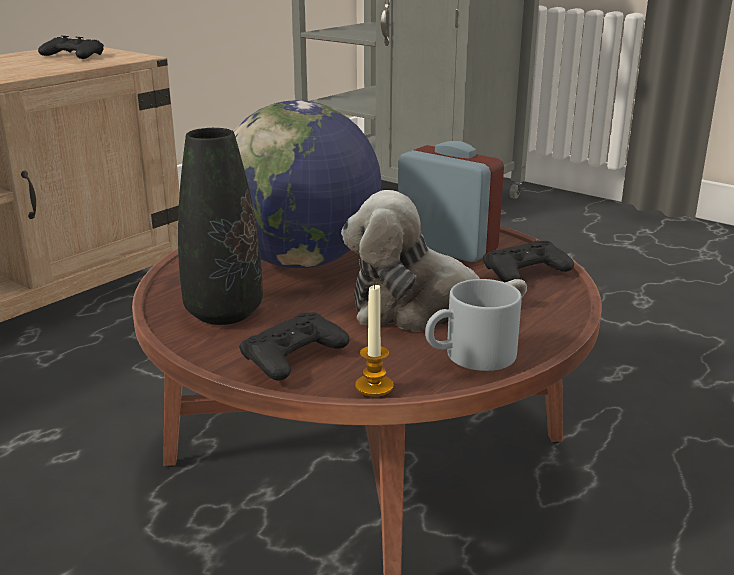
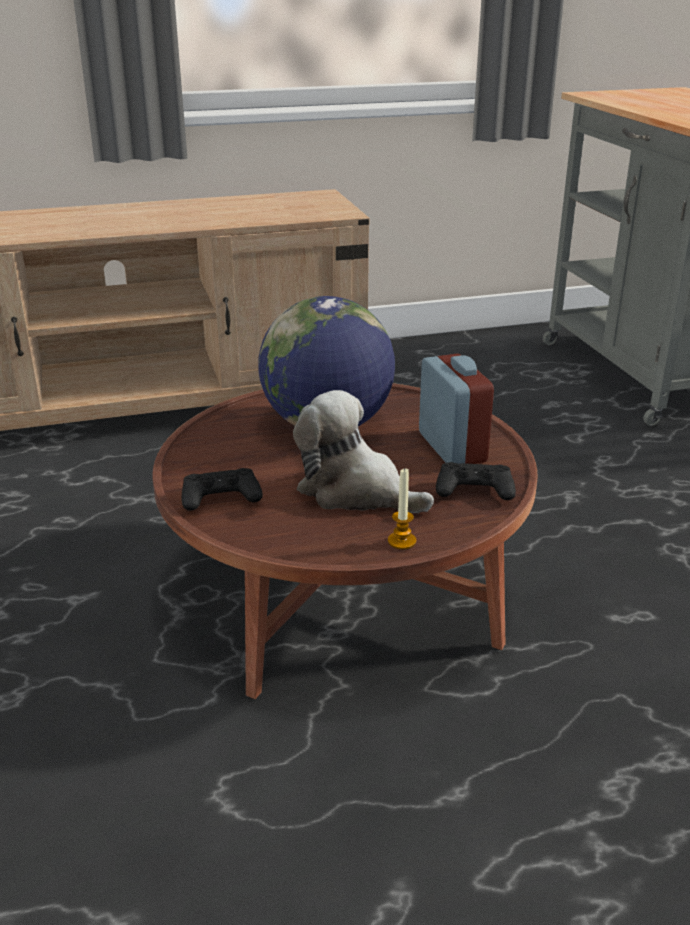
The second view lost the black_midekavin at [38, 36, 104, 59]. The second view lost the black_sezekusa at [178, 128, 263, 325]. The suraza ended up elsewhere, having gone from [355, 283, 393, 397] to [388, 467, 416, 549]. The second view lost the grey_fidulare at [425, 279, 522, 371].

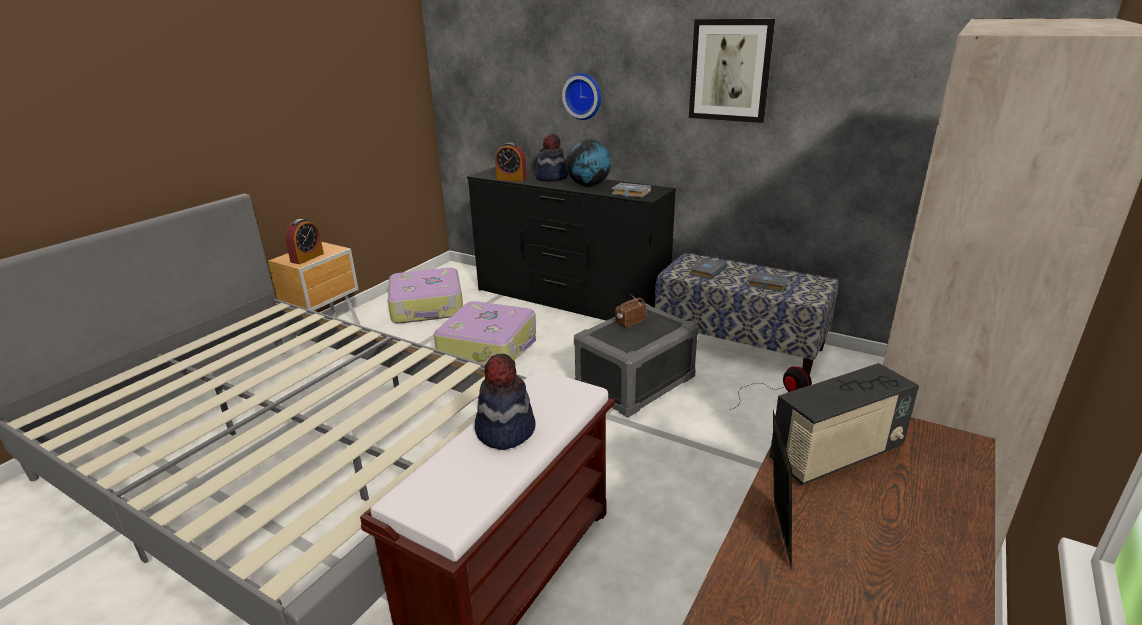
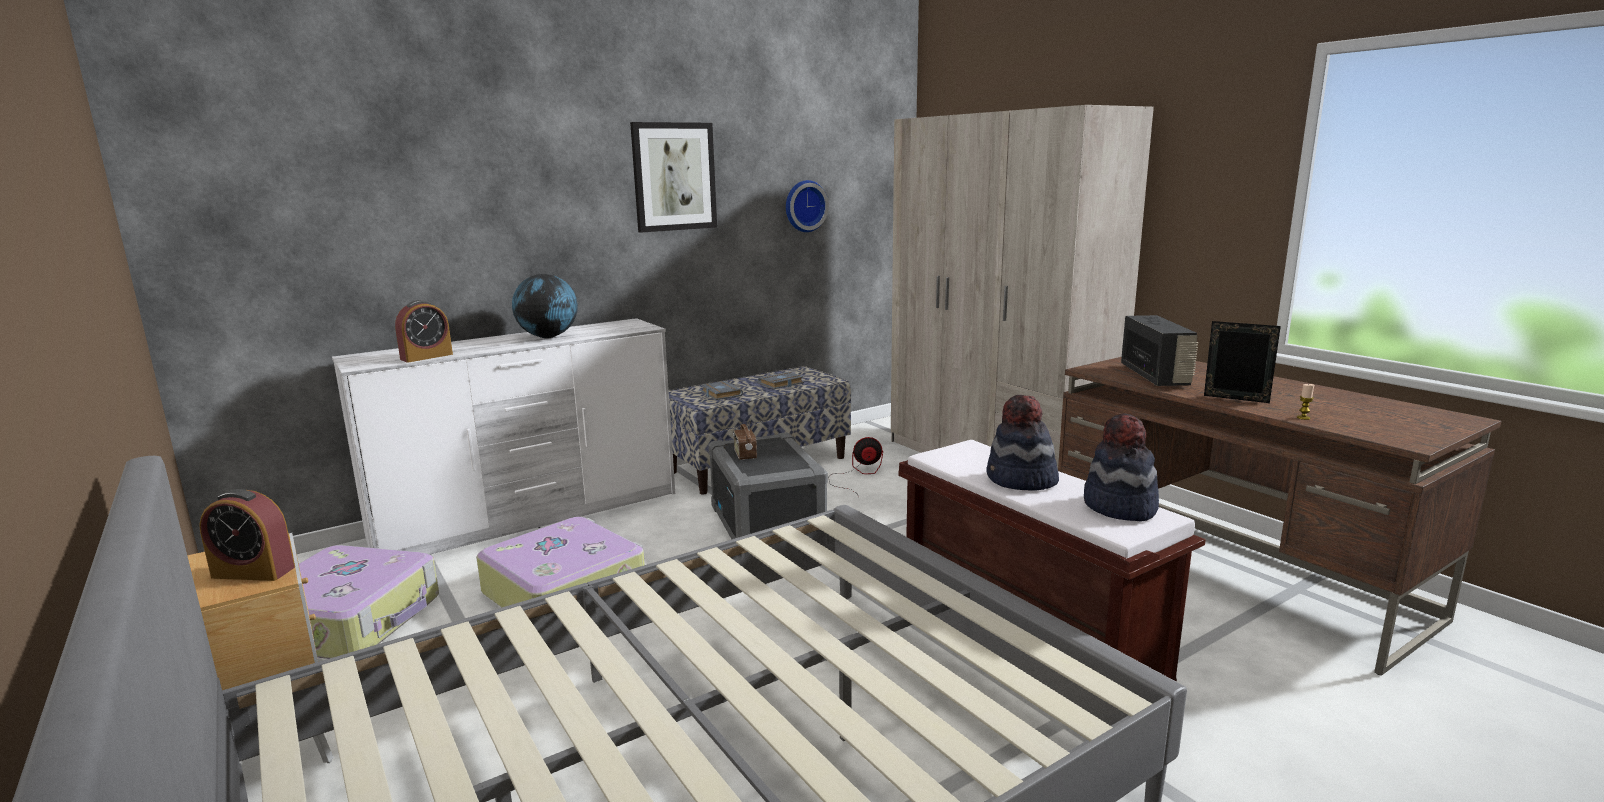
The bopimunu at [285, 219, 324, 264] ended up facing another way, 135 degrees clockwise from before. What was the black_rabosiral at [467, 167, 676, 321] turned into the white_rabosiral at [332, 318, 675, 555]. The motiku ended up elsewhere, having gone from [535, 134, 568, 181] to [1084, 413, 1159, 521]. The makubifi ended up elsewhere, having gone from [562, 73, 601, 120] to [786, 180, 829, 232]. The second view lost the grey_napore at [611, 183, 651, 197]. The second view gained the suraza at [1297, 384, 1314, 420].

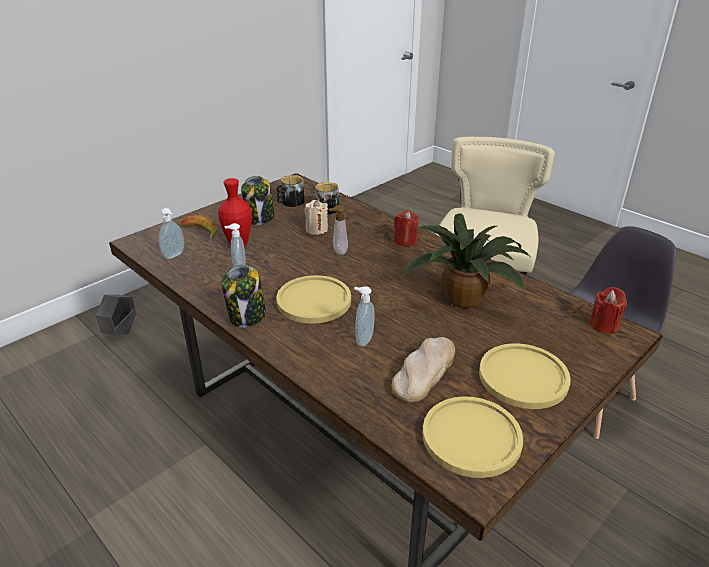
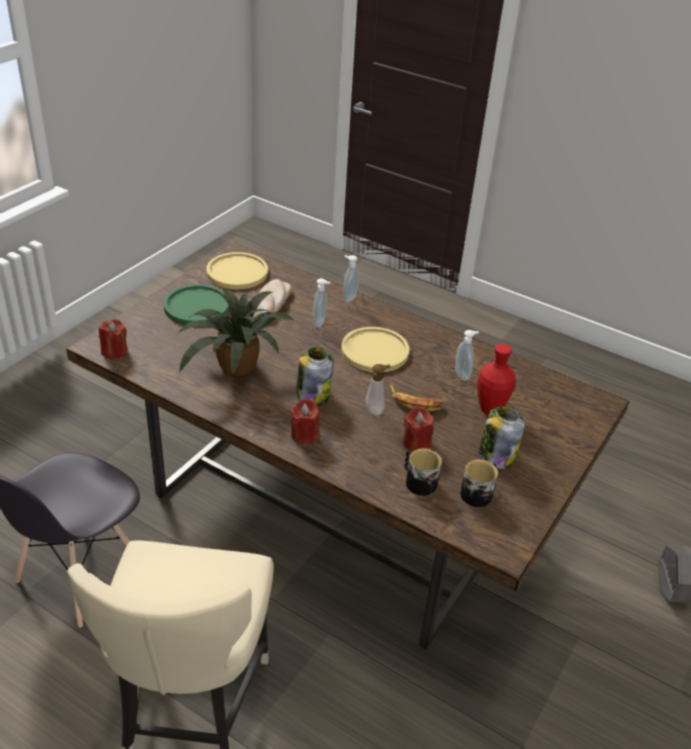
The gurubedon ended up elsewhere, having gone from [159, 208, 184, 259] to [343, 255, 359, 303]. The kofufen ended up elsewhere, having gone from [178, 215, 217, 239] to [390, 384, 444, 411]. The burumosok ended up elsewhere, having gone from [221, 265, 266, 328] to [296, 347, 334, 406]. What was the beige_suraza at [305, 200, 328, 235] turned into the red_suraza at [403, 406, 434, 451]. What was the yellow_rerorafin at [479, 343, 571, 409] turned into the green_rerorafin at [164, 284, 229, 325].

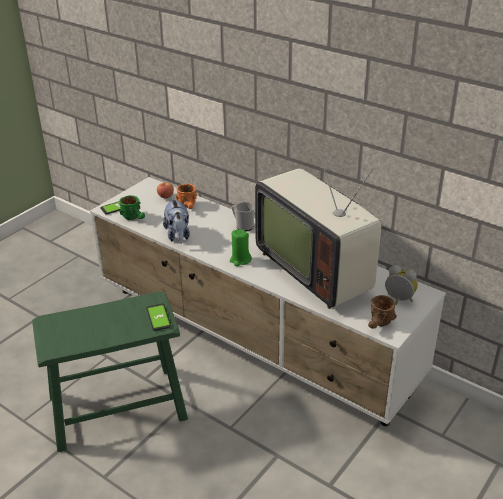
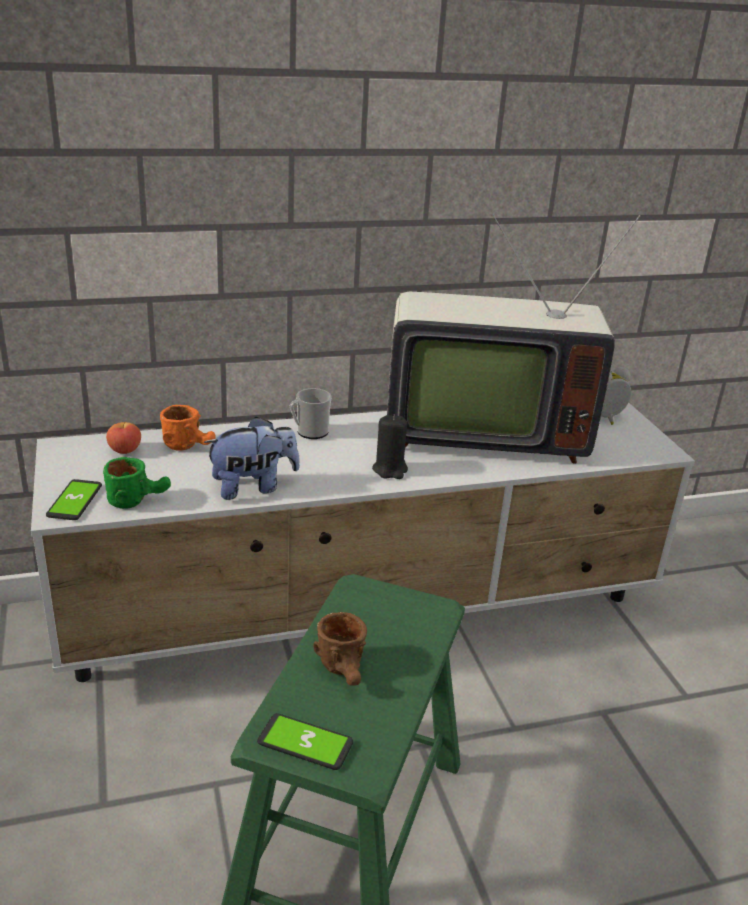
The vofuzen ended up elsewhere, having gone from [146, 304, 171, 331] to [257, 713, 353, 770]. The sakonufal at [163, 198, 190, 244] ended up facing another way, 45 degrees counterclockwise from before. What was the green_suraza at [230, 229, 252, 266] turned into the black_suraza at [372, 415, 408, 479]. The brown_fidulare ended up elsewhere, having gone from [368, 295, 397, 329] to [313, 612, 367, 686].

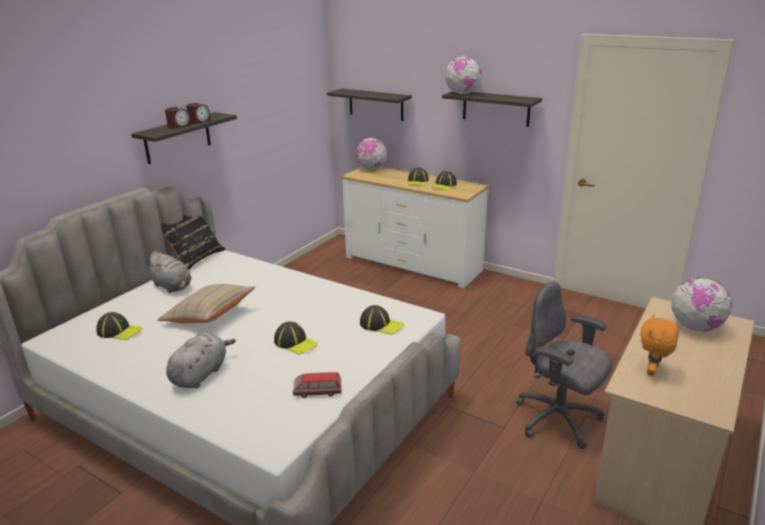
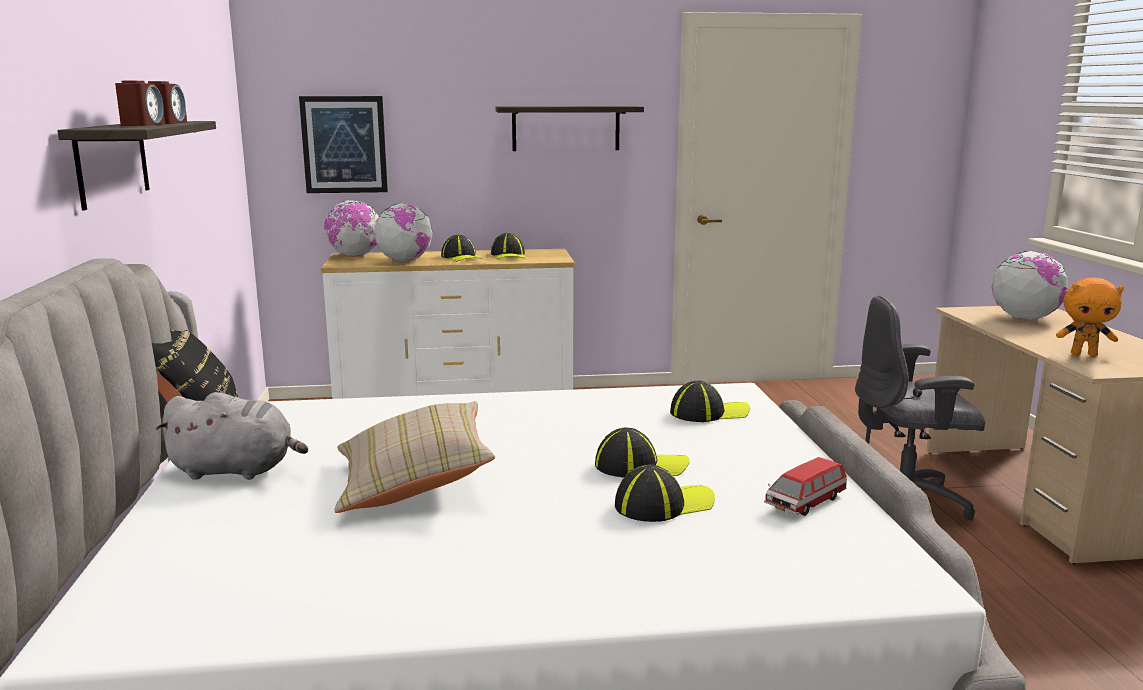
The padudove ended up elsewhere, having gone from [96, 312, 142, 340] to [615, 465, 715, 522]. The second view lost the grey_sakonufal at [166, 333, 236, 388]. Where the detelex hung at [327, 89, 412, 121], the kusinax came to hang at [299, 96, 388, 193]. The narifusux ended up elsewhere, having gone from [445, 56, 482, 94] to [374, 203, 433, 262]. The orange_sakonufal at [640, 314, 679, 376] ended up facing another way, 60 degrees counterclockwise from before.

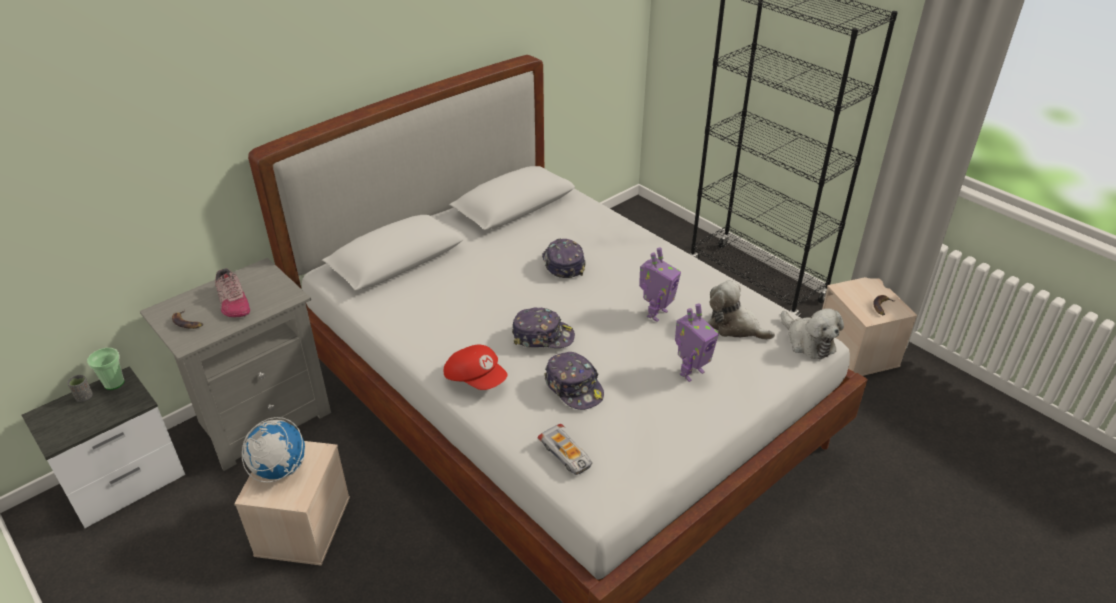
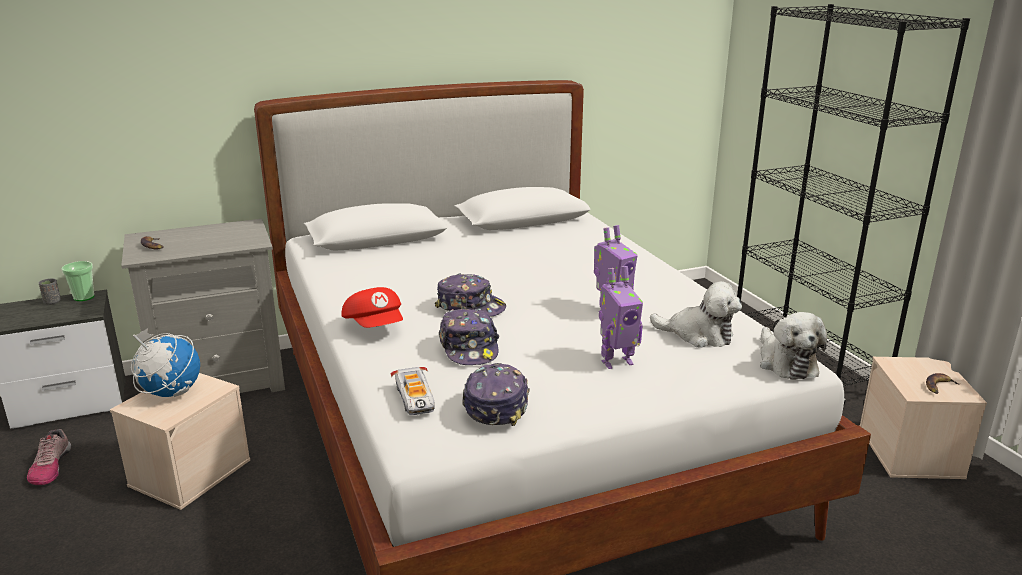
The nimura ended up elsewhere, having gone from [215, 268, 250, 318] to [27, 429, 71, 485]. The padudove ended up elsewhere, having gone from [542, 239, 586, 278] to [462, 363, 530, 426]. The sakonufal at [707, 280, 775, 340] ended up facing another way, 150 degrees clockwise from before.

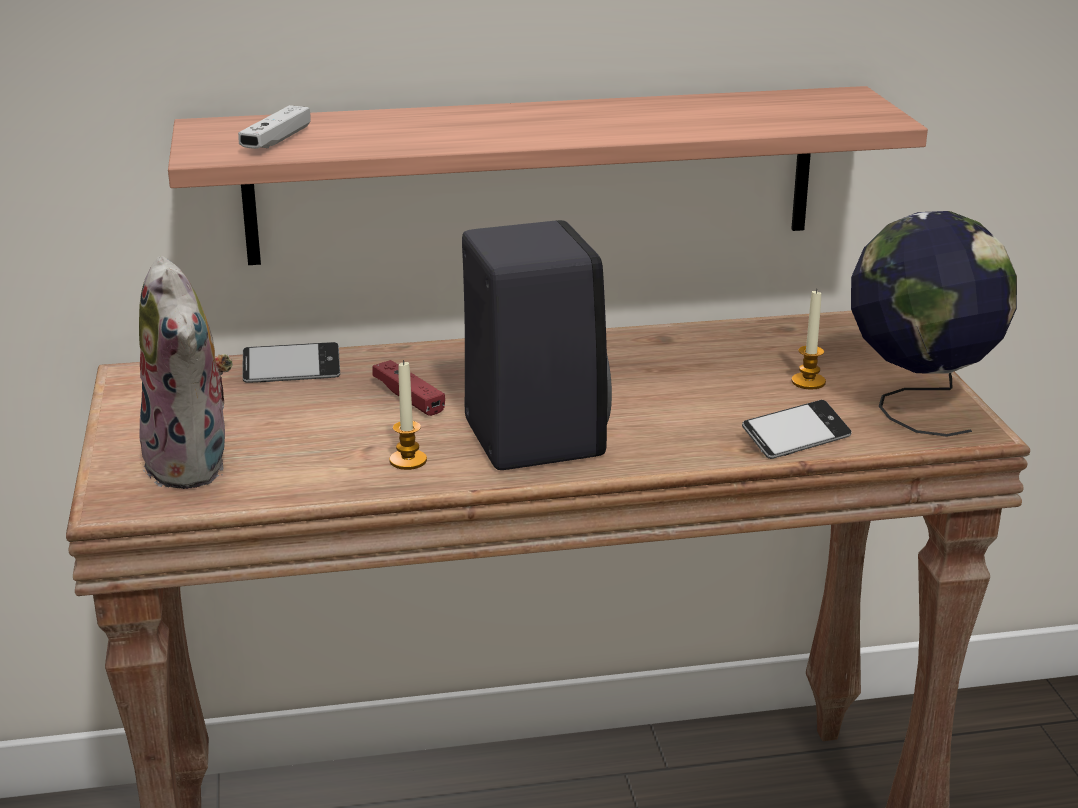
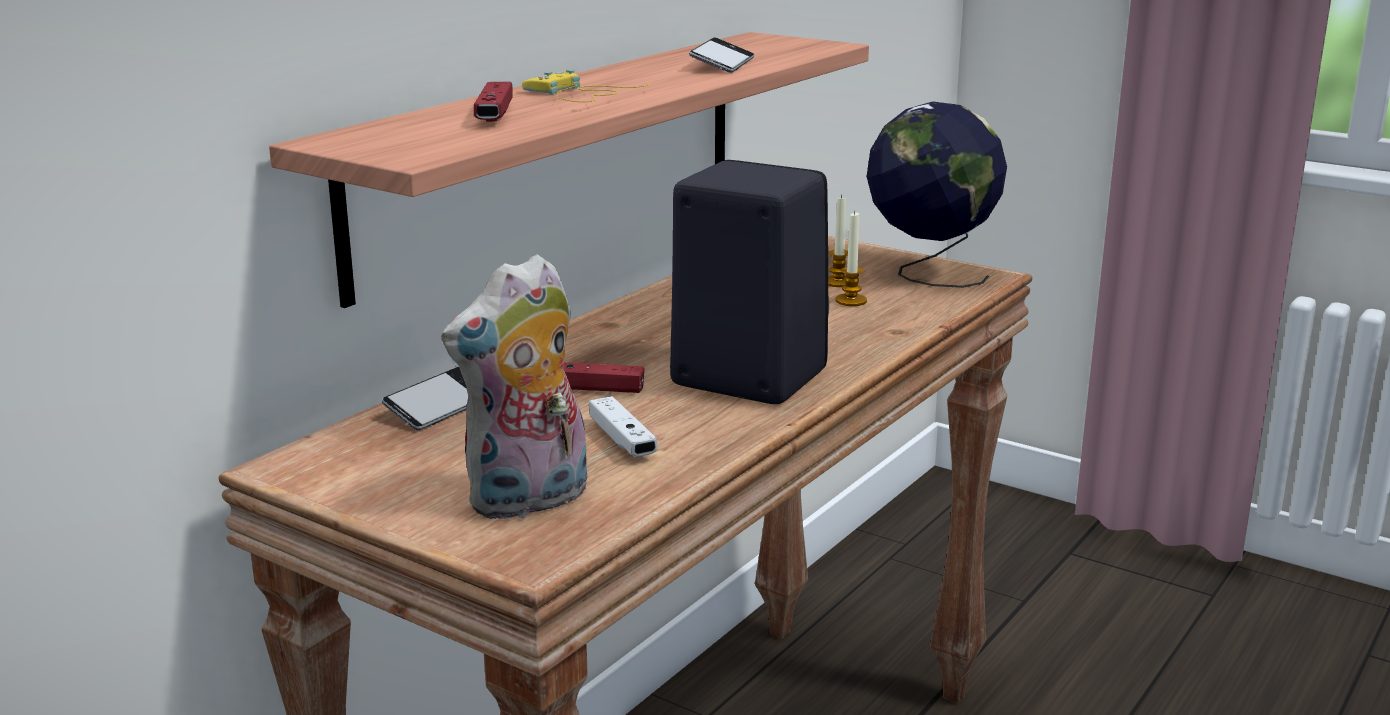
The sakonufal at [139, 256, 233, 489] ended up facing another way, 120 degrees clockwise from before. The white_midekavin ended up elsewhere, having gone from [238, 105, 310, 149] to [589, 396, 658, 457]. The suraza ended up elsewhere, having gone from [390, 360, 427, 470] to [835, 211, 867, 306]. The vofuzen ended up elsewhere, having gone from [742, 400, 851, 459] to [689, 37, 754, 73]. The second view gained the red_midekavin at [474, 82, 513, 121]. The second view gained the yellow_midekavin at [522, 69, 652, 102].

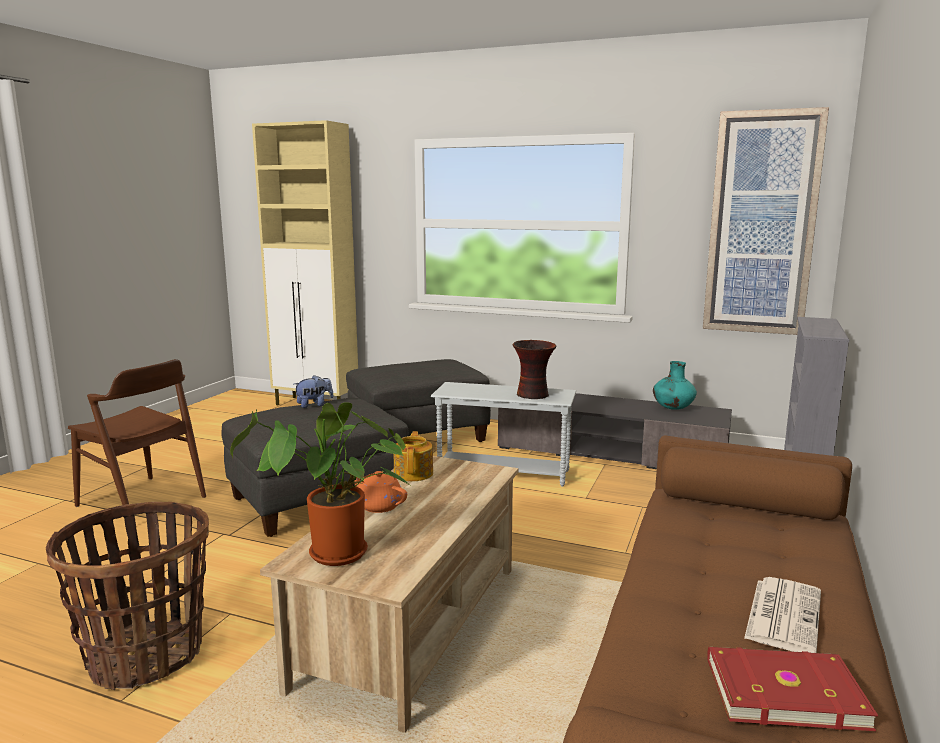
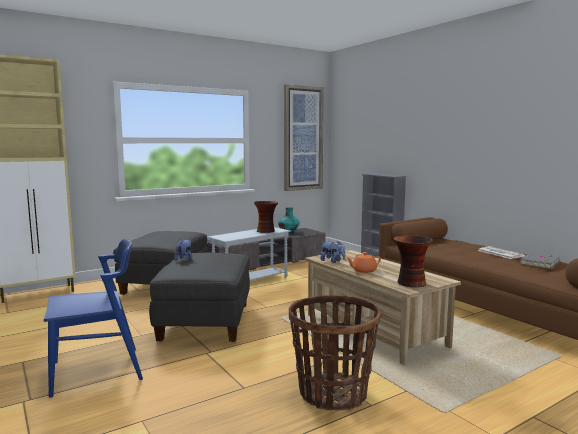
What was the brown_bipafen at [68, 359, 206, 507] turned into the blue_bipafen at [44, 238, 143, 398]. Where the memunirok stood at [230, 402, 410, 566], the sezekusa came to stand at [394, 235, 433, 288]. Where the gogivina stood at [394, 431, 433, 481], the sakonufal came to stand at [320, 241, 346, 263]. What was the red_napore at [707, 647, 878, 731] turned into the grey_napore at [520, 252, 561, 269].

